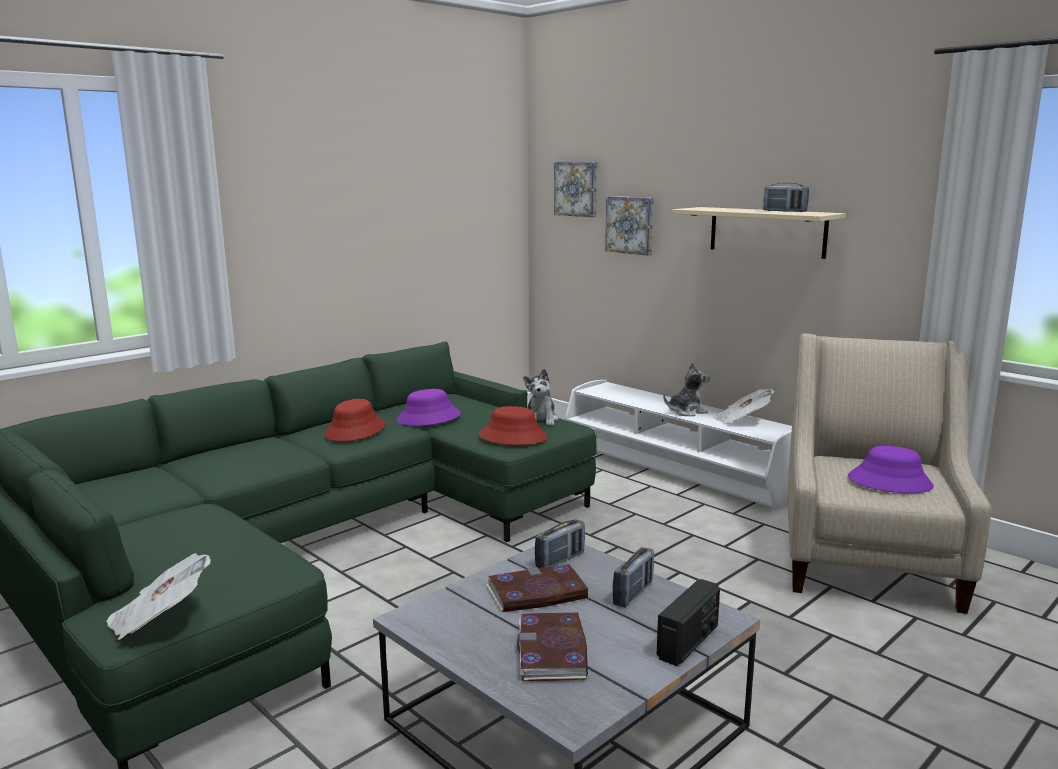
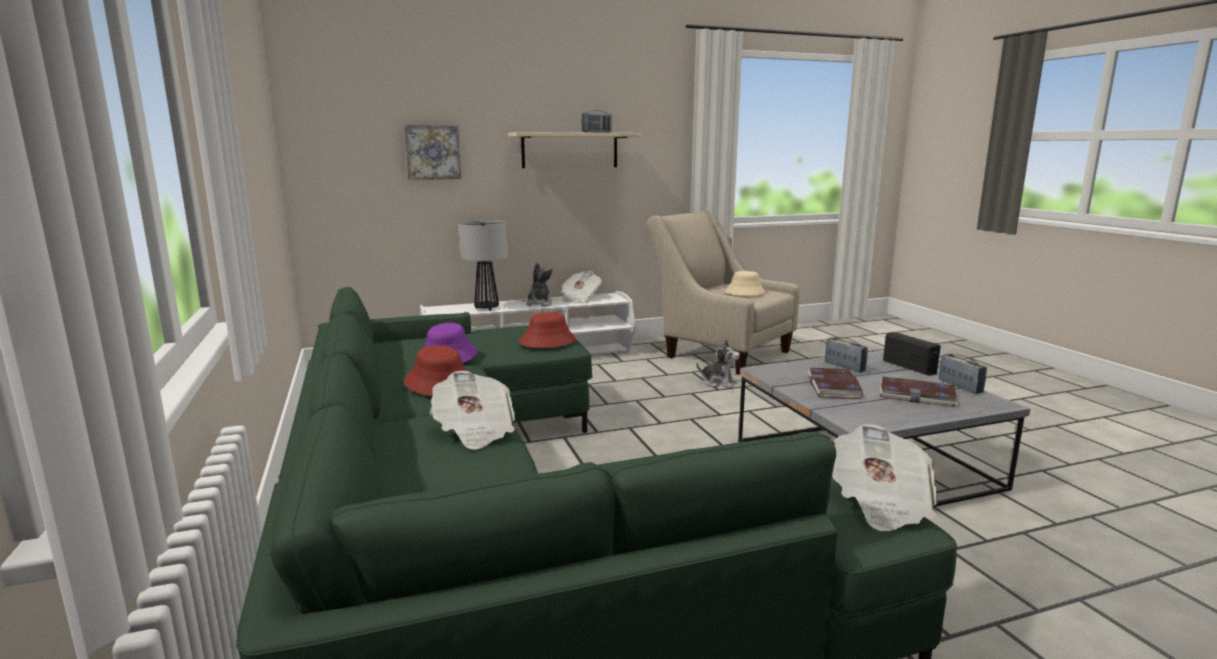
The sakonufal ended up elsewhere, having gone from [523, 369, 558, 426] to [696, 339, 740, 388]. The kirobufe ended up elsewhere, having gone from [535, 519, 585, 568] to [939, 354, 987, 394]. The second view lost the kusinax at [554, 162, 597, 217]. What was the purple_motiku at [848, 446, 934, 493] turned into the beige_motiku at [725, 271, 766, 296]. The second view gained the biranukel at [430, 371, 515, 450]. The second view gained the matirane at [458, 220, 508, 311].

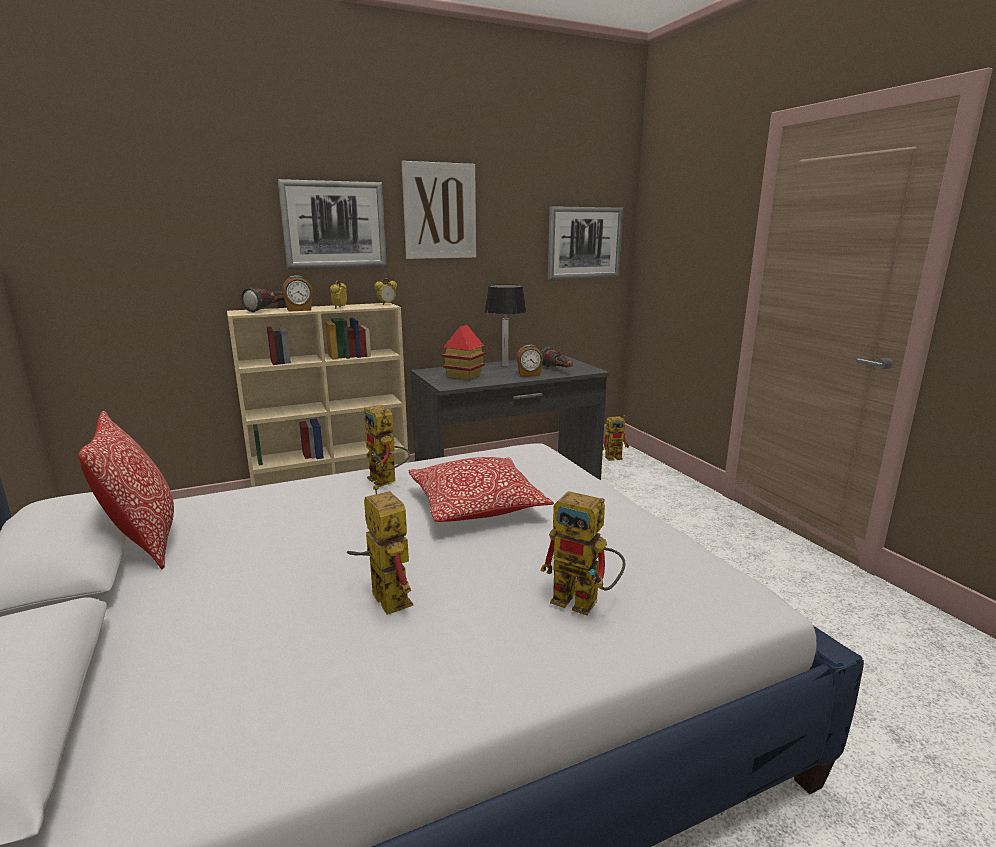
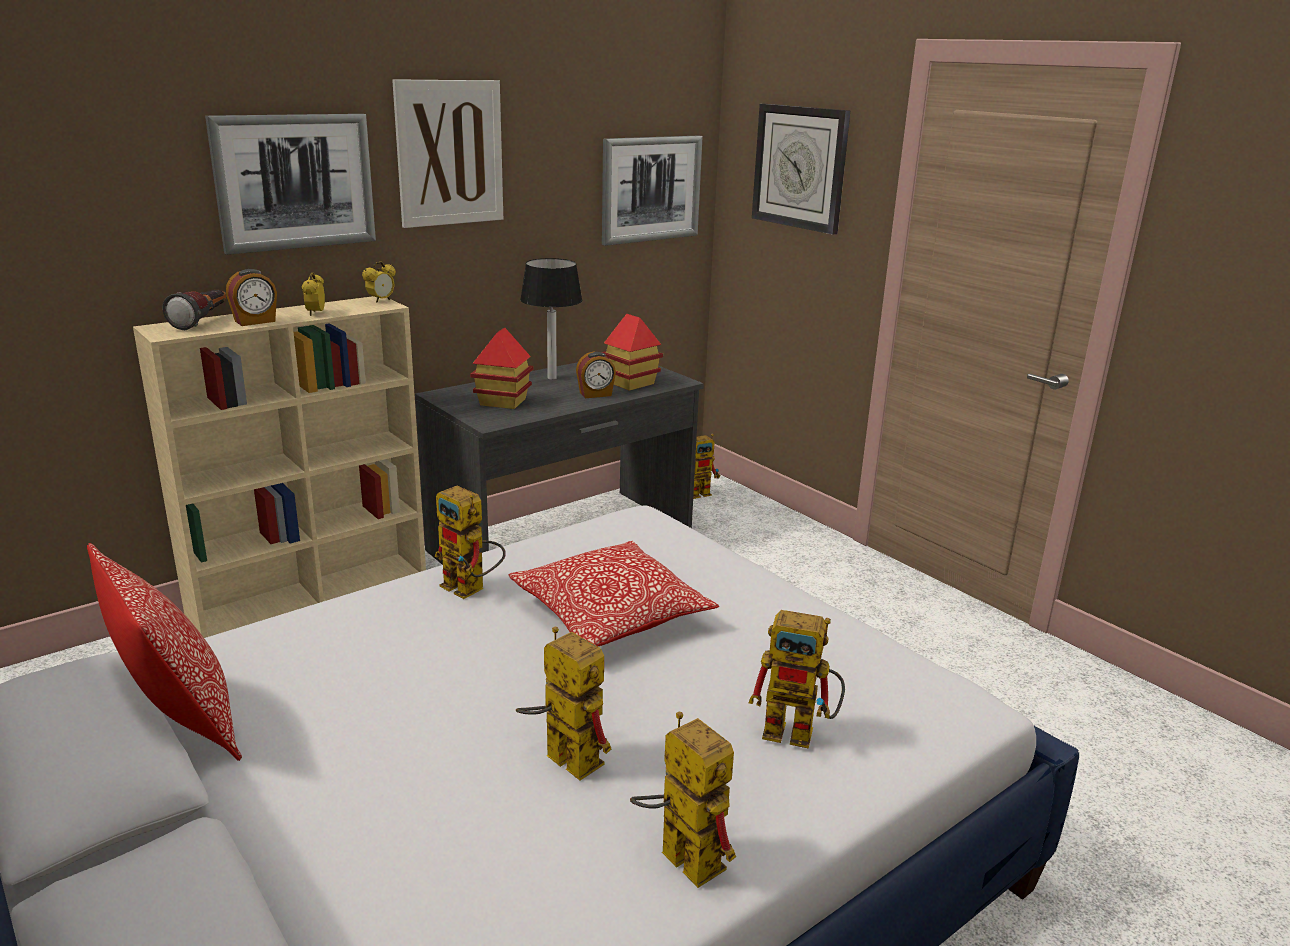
Where the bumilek stood at [541, 347, 573, 368], the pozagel came to stand at [602, 314, 663, 391]. The second view gained the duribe at [630, 712, 736, 888]. The second view gained the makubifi at [752, 104, 850, 235].

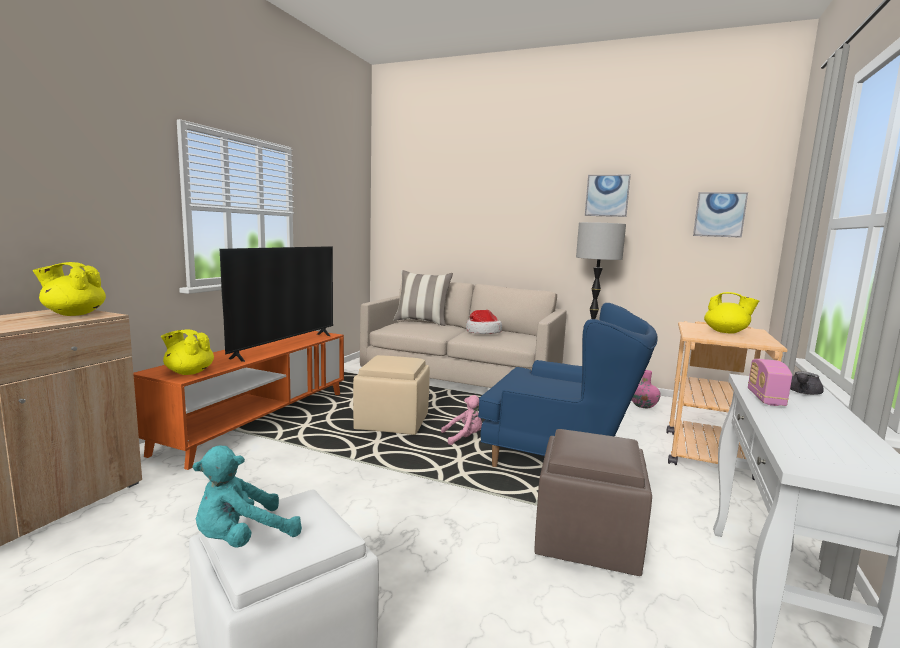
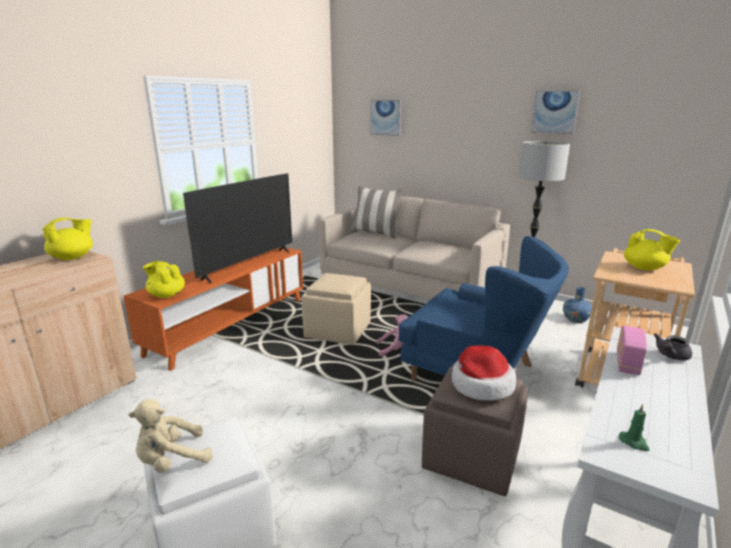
The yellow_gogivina at [33, 262, 106, 316] ended up facing another way, 120 degrees clockwise from before. What was the turquoise_sakonufal at [192, 446, 302, 548] turned into the beige_sakonufal at [129, 399, 213, 473]. The motiku ended up elsewhere, having gone from [466, 310, 502, 334] to [452, 345, 516, 401]. What was the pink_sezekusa at [632, 370, 661, 408] turned into the blue_sezekusa at [563, 287, 592, 323]. The kusinax ended up elsewhere, having gone from [693, 192, 748, 238] to [371, 100, 401, 136]. The second view gained the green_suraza at [619, 404, 649, 451].

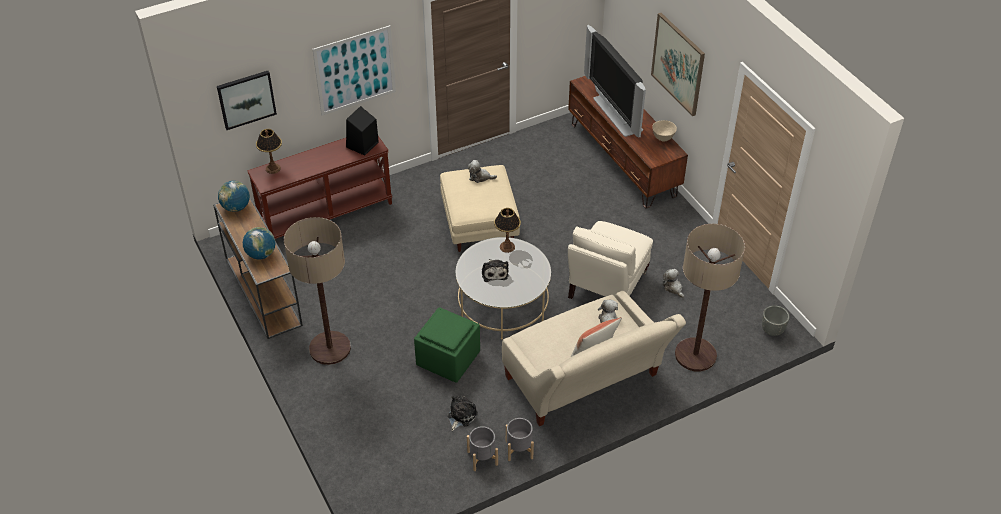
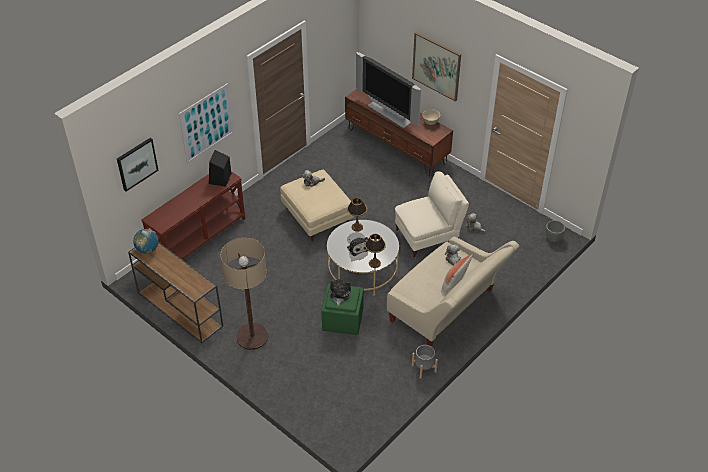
The second view lost the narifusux at [243, 227, 275, 259]. The matirane ended up elsewhere, having gone from [256, 129, 282, 174] to [365, 234, 386, 268]. The sakonufal ended up elsewhere, having gone from [448, 396, 478, 431] to [330, 279, 351, 306]. The second view lost the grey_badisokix at [467, 426, 498, 471]. The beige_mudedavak at [568, 221, 653, 299] ended up facing another way, 120 degrees counterclockwise from before. The second view lost the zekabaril at [675, 224, 745, 371].

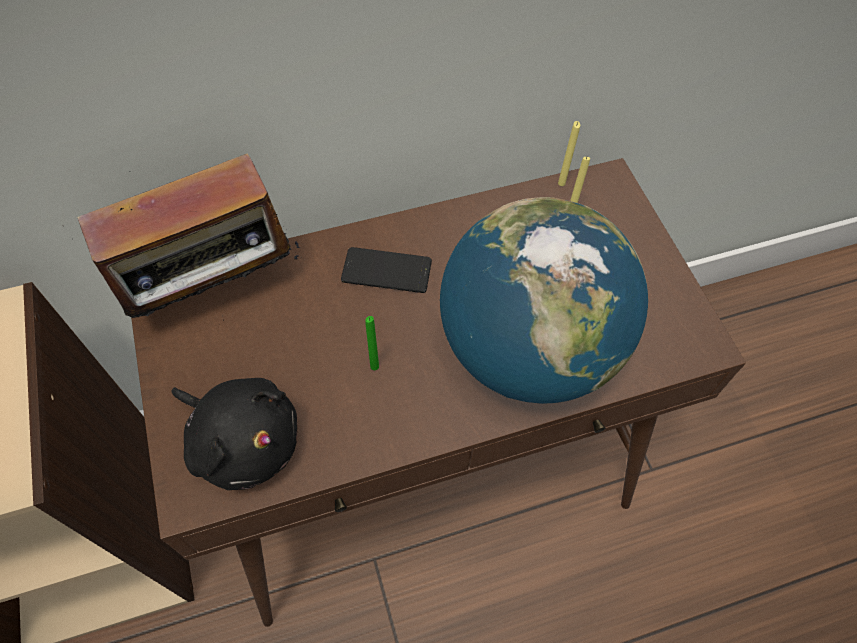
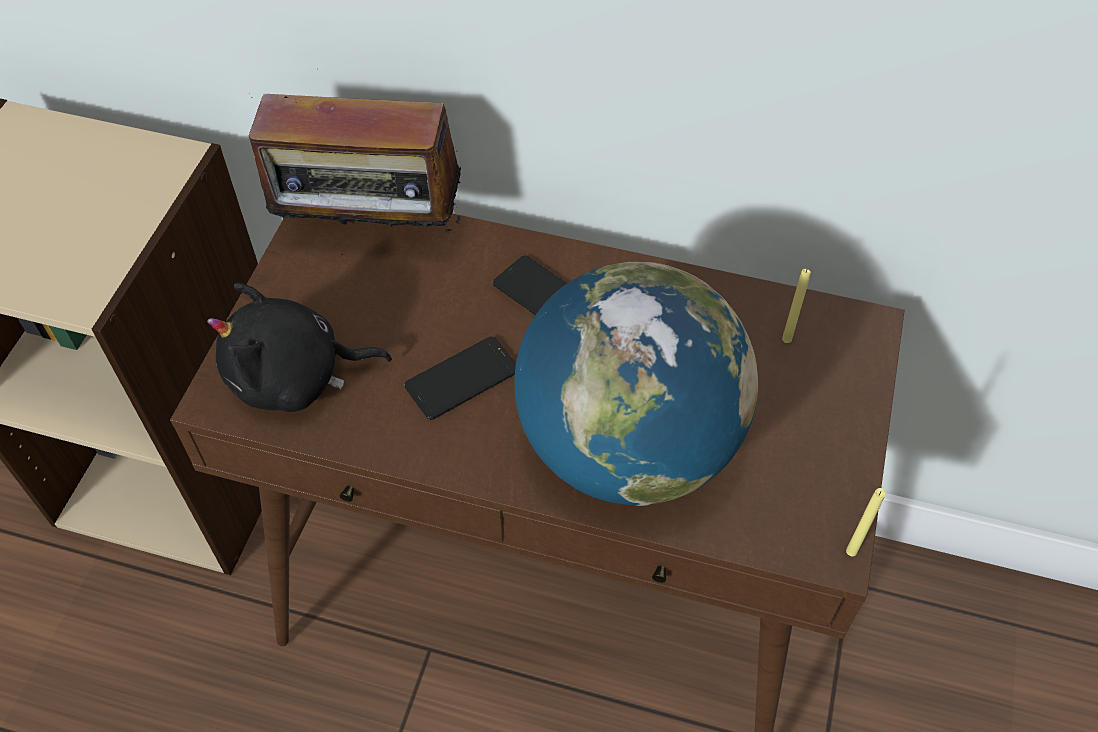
The black_sakonufal at [172, 378, 297, 490] ended up facing another way, 105 degrees clockwise from before. Where the green_suraza stood at [365, 316, 379, 370], the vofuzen came to stand at [404, 336, 516, 420]. The yellow_suraza ended up elsewhere, having gone from [558, 121, 580, 186] to [846, 488, 885, 556].

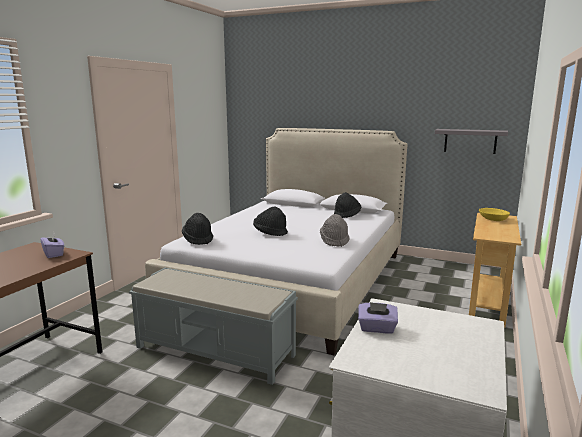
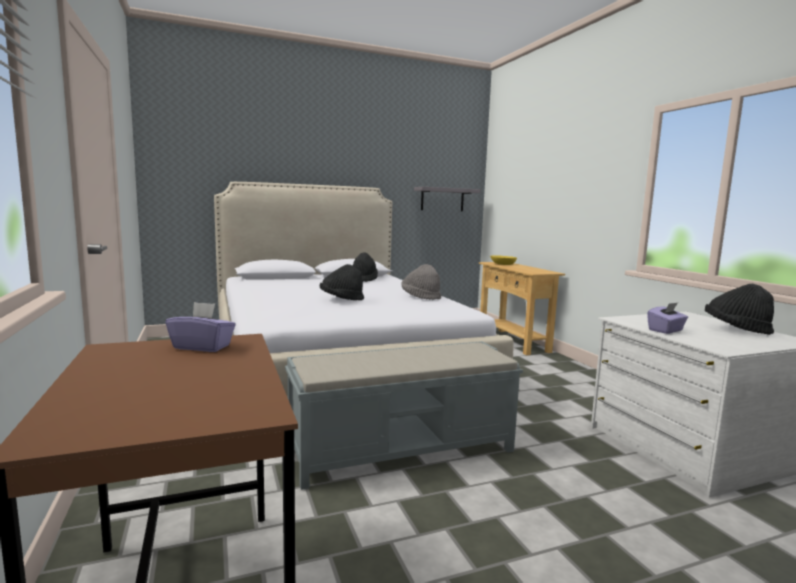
The black_motiku ended up elsewhere, having gone from [182, 213, 213, 245] to [705, 284, 774, 335].

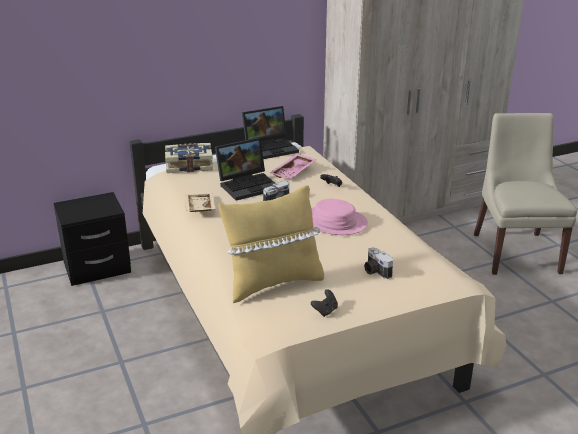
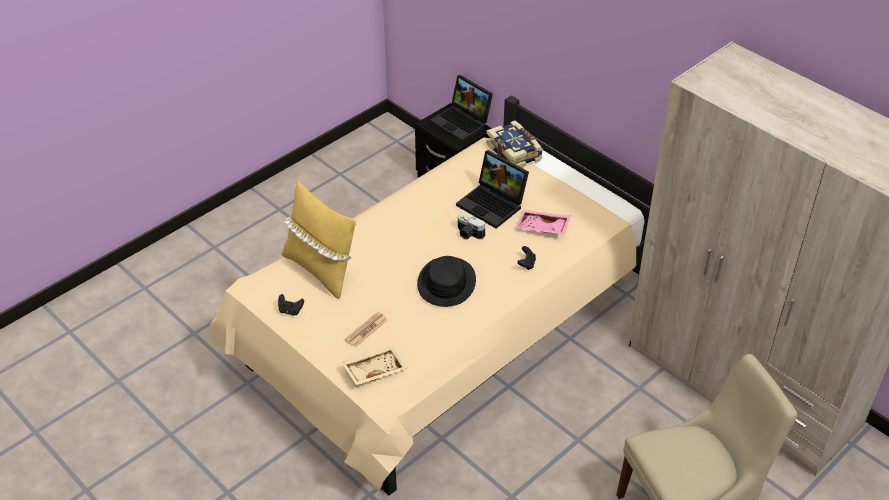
The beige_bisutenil ended up elsewhere, having gone from [185, 193, 216, 212] to [341, 346, 407, 385]. The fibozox ended up elsewhere, having gone from [242, 106, 299, 159] to [430, 75, 493, 142]. What was the pink_motiku at [312, 199, 368, 235] turned into the black_motiku at [417, 256, 476, 307]. Where the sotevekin stood at [364, 247, 393, 279], the biranukel came to stand at [344, 312, 387, 347].

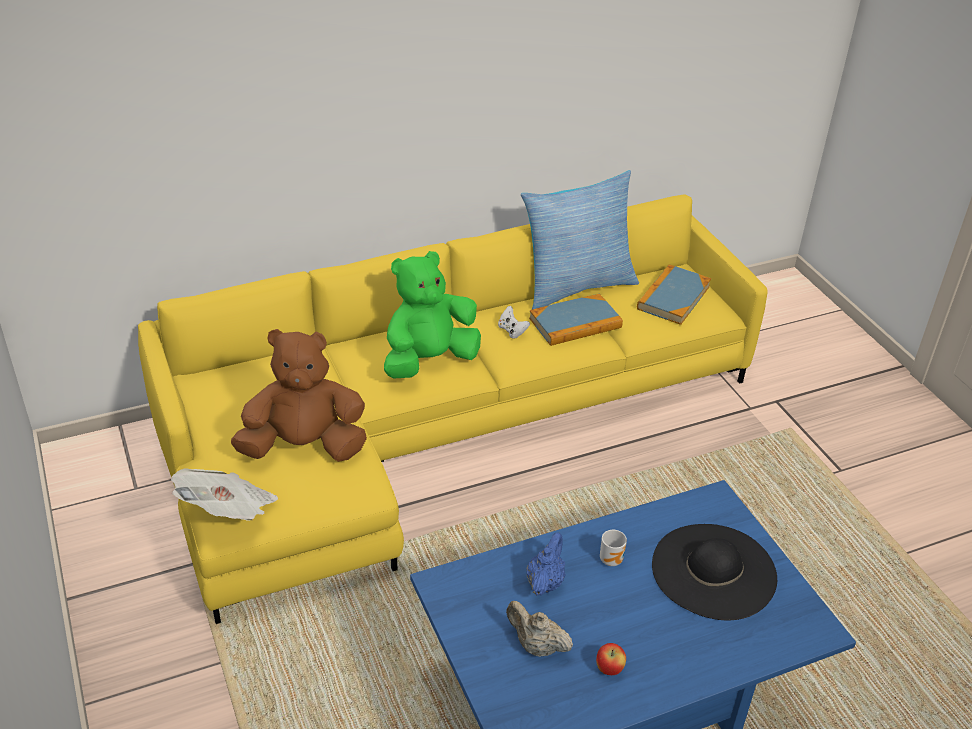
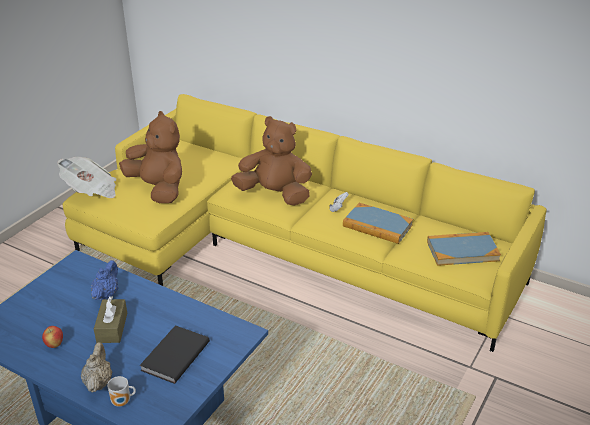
What was the green_sakonufal at [384, 251, 481, 379] turned into the brown_sakonufal at [231, 116, 312, 206]. The beige_gogivina ended up elsewhere, having gone from [506, 601, 573, 657] to [81, 342, 112, 393]. The second view lost the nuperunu at [521, 170, 639, 309]. The blue_gogivina at [526, 532, 566, 596] ended up facing another way, 60 degrees counterclockwise from before. The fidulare ended up elsewhere, having gone from [600, 530, 627, 566] to [107, 376, 136, 407]. Where the black_motiku stood at [652, 524, 777, 620], the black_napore came to stand at [140, 325, 210, 384]. The second view gained the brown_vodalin at [94, 296, 127, 343].

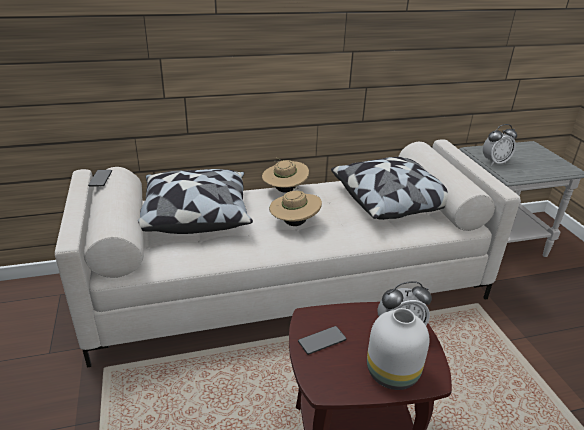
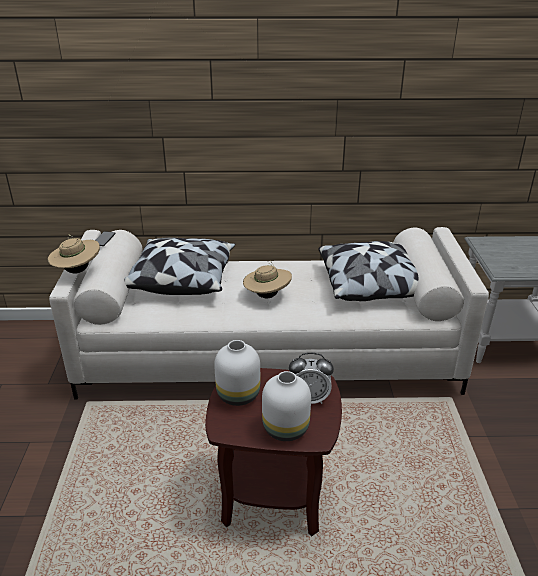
The beige_motiku ended up elsewhere, having gone from [262, 158, 309, 193] to [48, 235, 100, 273]. Where the vofuzen stood at [298, 326, 346, 355], the white_sezekusa came to stand at [214, 340, 260, 406]. The second view lost the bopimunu at [483, 124, 517, 166].

